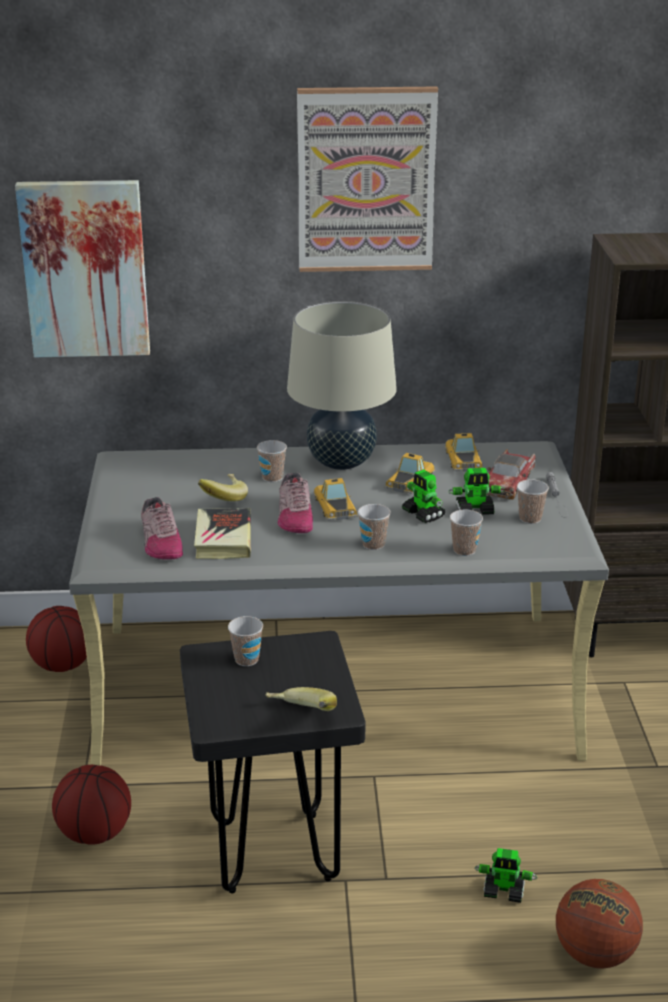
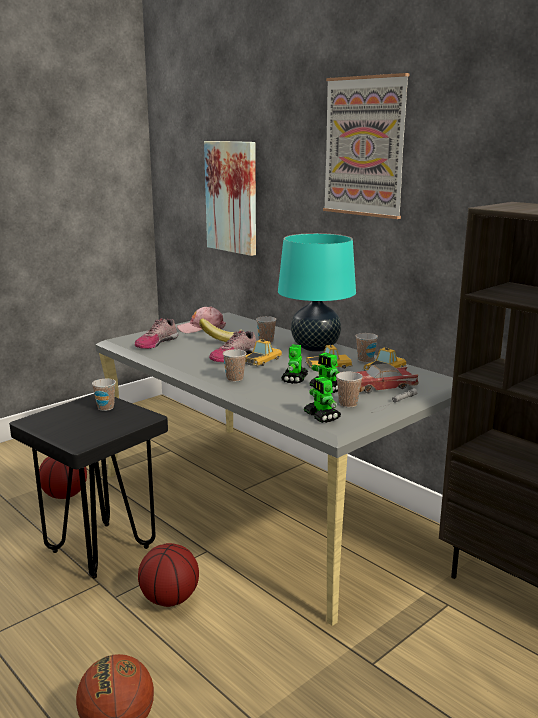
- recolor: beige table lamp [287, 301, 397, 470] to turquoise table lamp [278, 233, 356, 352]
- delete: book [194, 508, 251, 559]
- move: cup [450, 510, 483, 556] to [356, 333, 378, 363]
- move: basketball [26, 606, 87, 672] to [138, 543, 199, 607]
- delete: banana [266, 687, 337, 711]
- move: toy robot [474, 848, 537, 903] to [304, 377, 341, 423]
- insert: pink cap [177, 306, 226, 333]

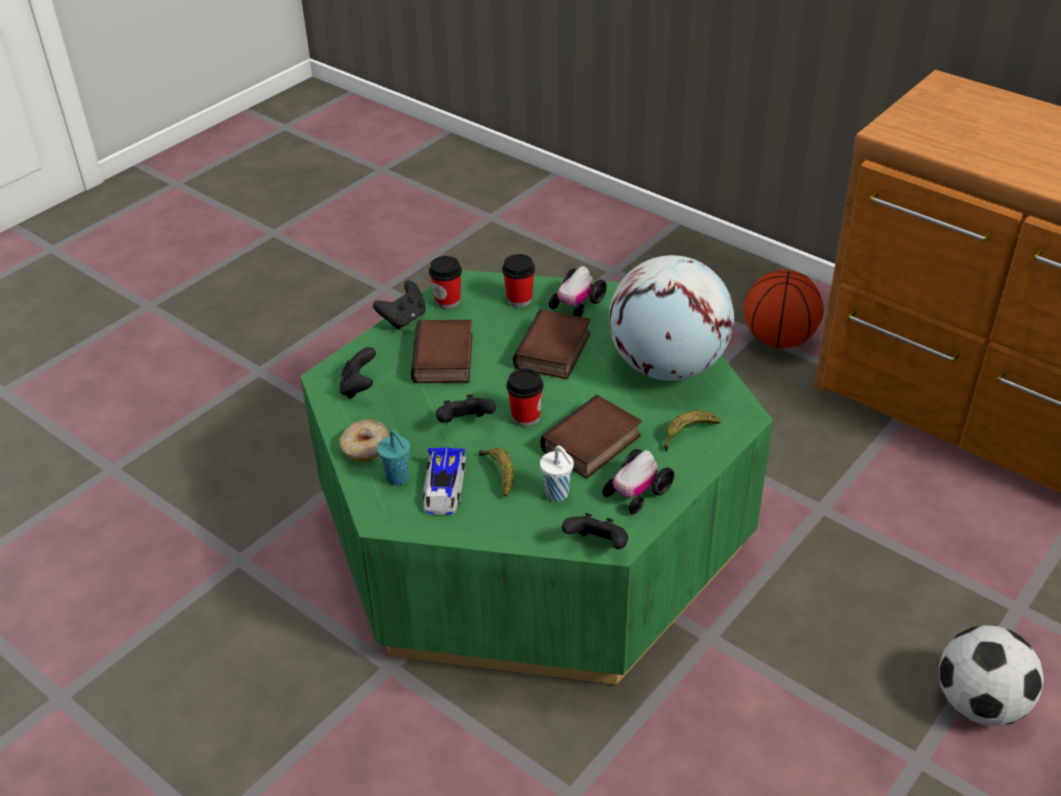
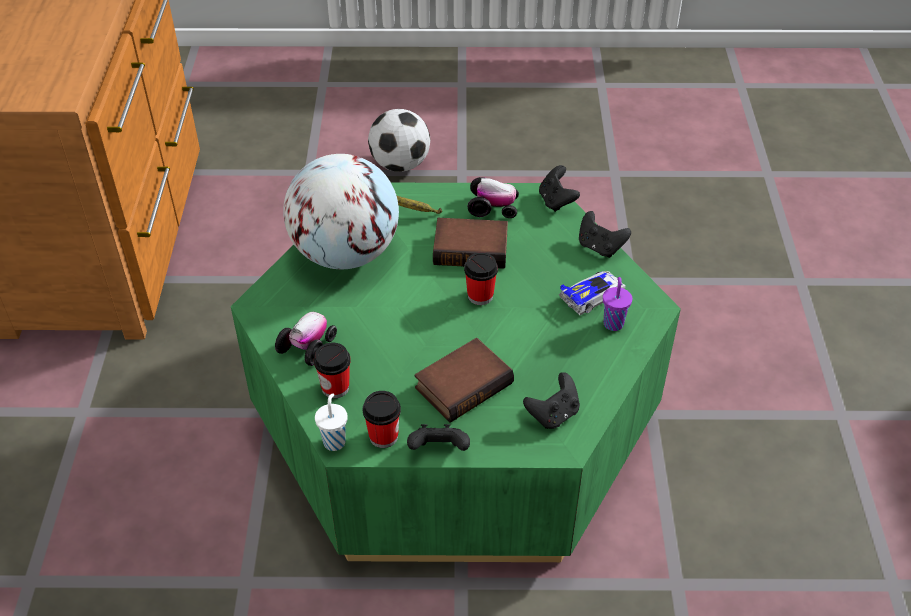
- rotate: toy car [549, 266, 607, 317] = [275, 312, 337, 366] 60 degrees counterclockwise
- delete: basketball [744, 270, 824, 348]
- delete: book [513, 309, 591, 379]
- move: black game controller [436, 394, 496, 422] to [579, 211, 631, 258]
- delete: donut [339, 419, 390, 462]
- recolor: turquoise cup [377, 430, 410, 485] to purple cup [603, 277, 632, 331]
- move: white cup [540, 446, 574, 502] to [315, 393, 347, 451]
- delete: banana [479, 448, 514, 497]

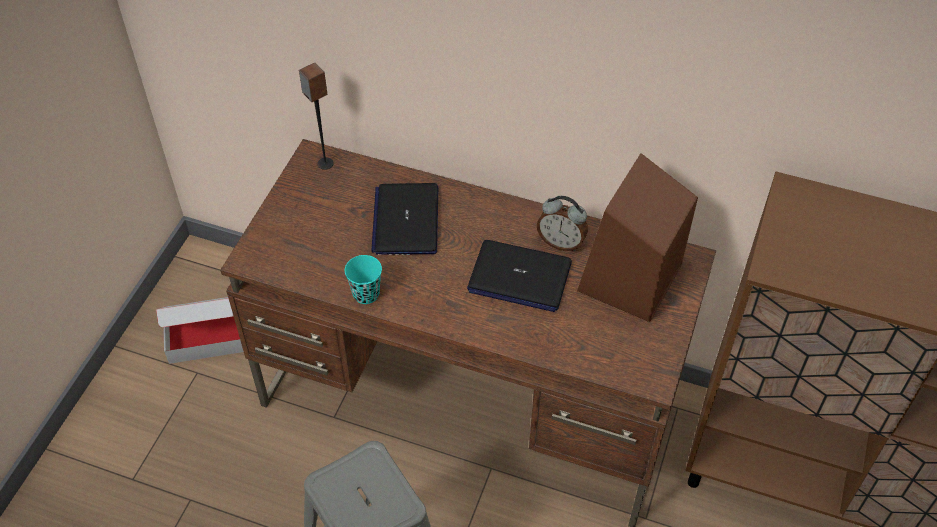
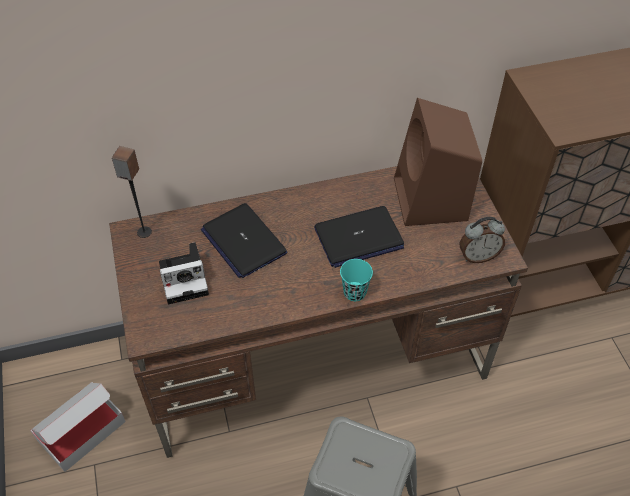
- move: alarm clock [537, 196, 588, 251] to [460, 217, 505, 263]
- move: turquoise cup [345, 255, 382, 304] to [340, 259, 373, 301]
- insert: photo camera [159, 242, 209, 304]

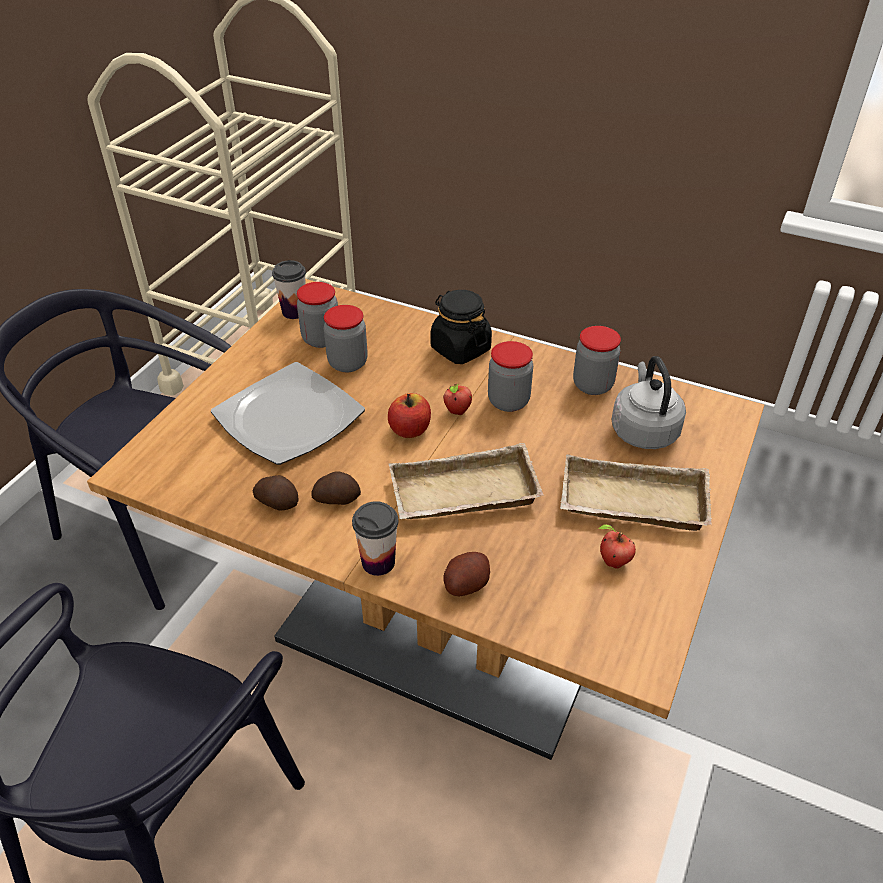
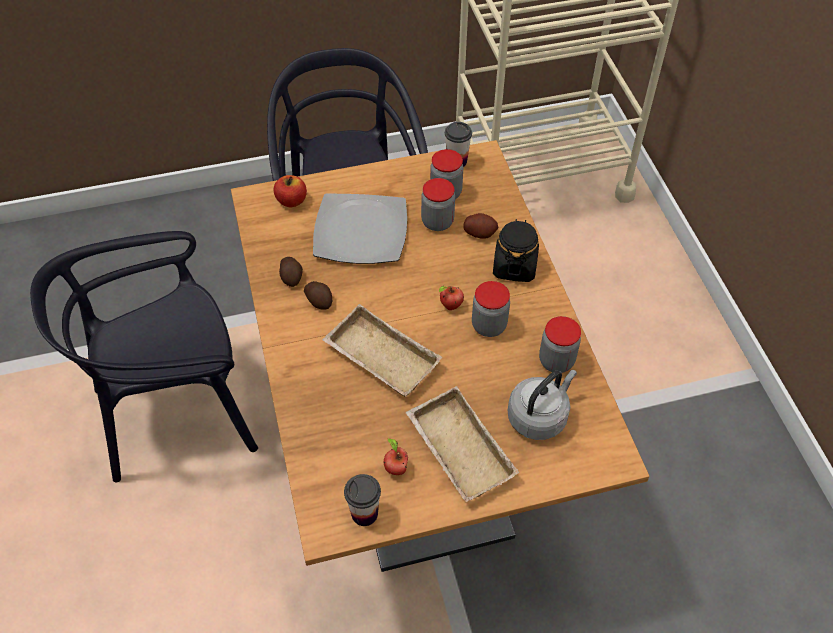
- move: apple [388, 393, 431, 438] to [274, 175, 307, 207]
- move: cup [352, 501, 398, 576] to [344, 474, 381, 526]
- move: potato [443, 552, 490, 597] to [463, 213, 498, 239]

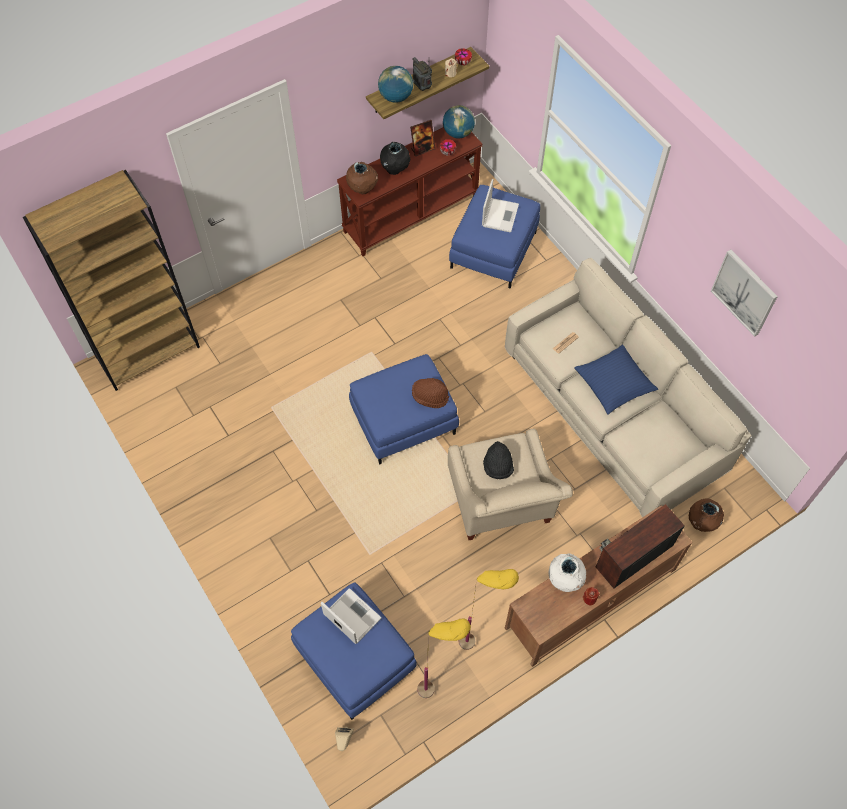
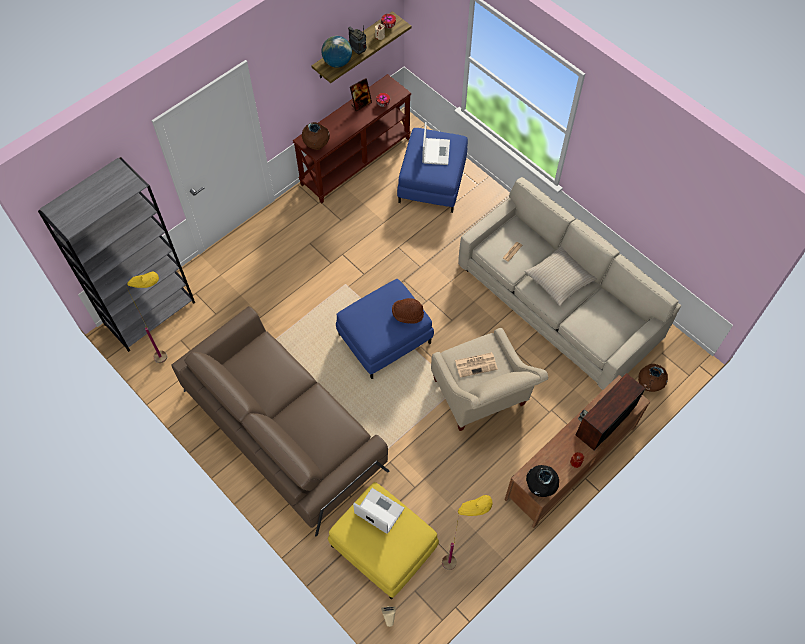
- delete: globe [443, 105, 475, 138]
- move: black vase [380, 142, 410, 175] to [526, 465, 559, 497]
- recolor: brown bookcase [23, 170, 200, 391] to grey bookcase [38, 157, 195, 352]
- delete: picture [711, 250, 778, 337]
- recolor: blue pillow [574, 344, 658, 415] to beige pillow [524, 246, 597, 306]
- replace: black hat [483, 441, 514, 479] to newspaper [455, 352, 498, 378]
- delete: white vase [548, 553, 586, 592]
- move: yellow floor lamp [459, 569, 519, 650] to [126, 272, 167, 363]
- recolor: blue ottoman [291, 582, 417, 720] to yellow ottoman [328, 482, 439, 599]
- insert: brown sofa [171, 306, 389, 536]

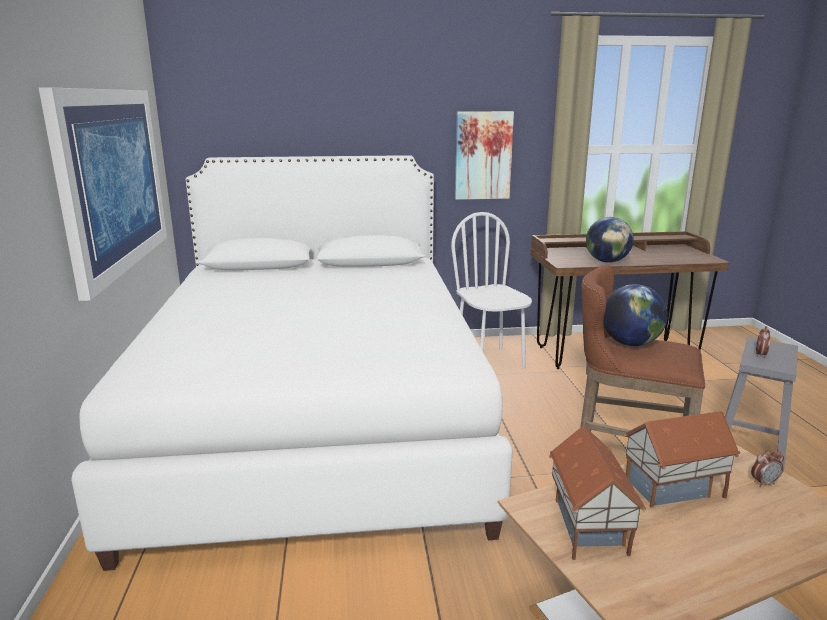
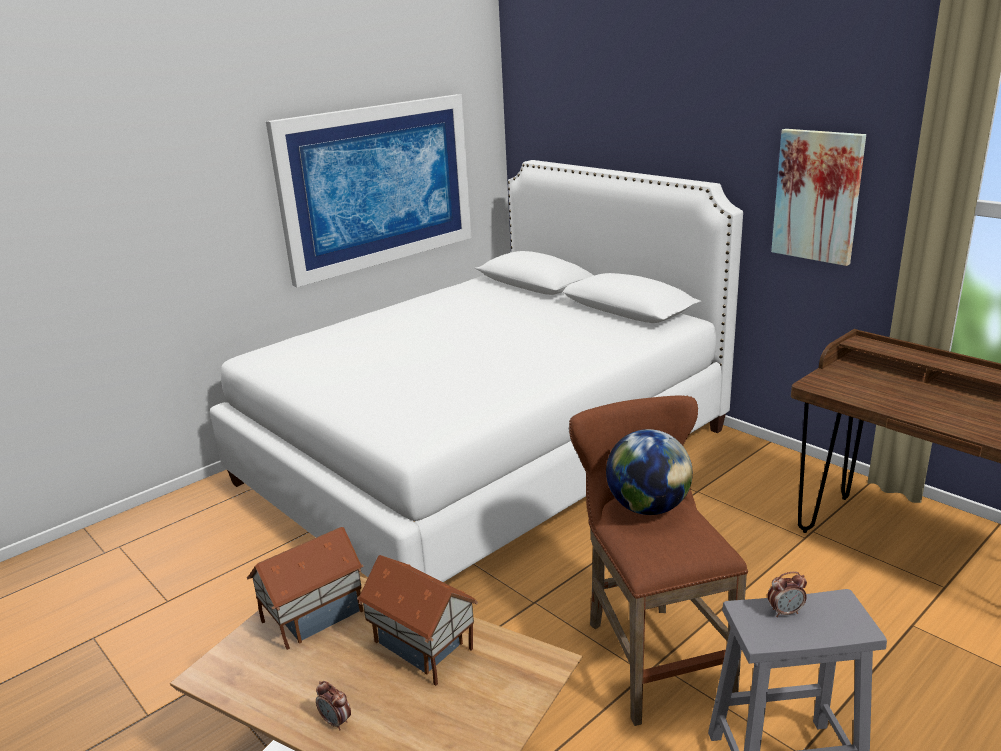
- delete: white chair [451, 212, 532, 369]
- delete: globe [586, 217, 634, 263]
- move: alarm clock [751, 448, 784, 487] to [316, 681, 351, 730]

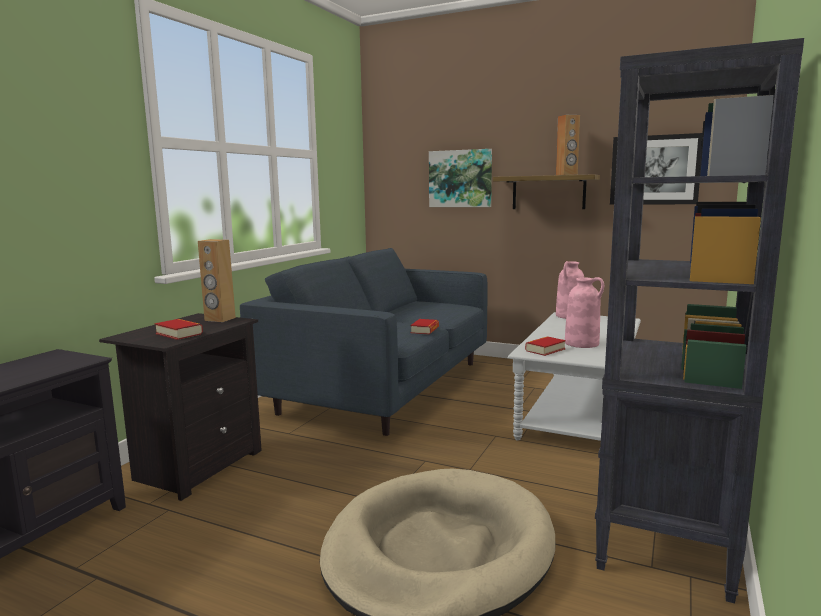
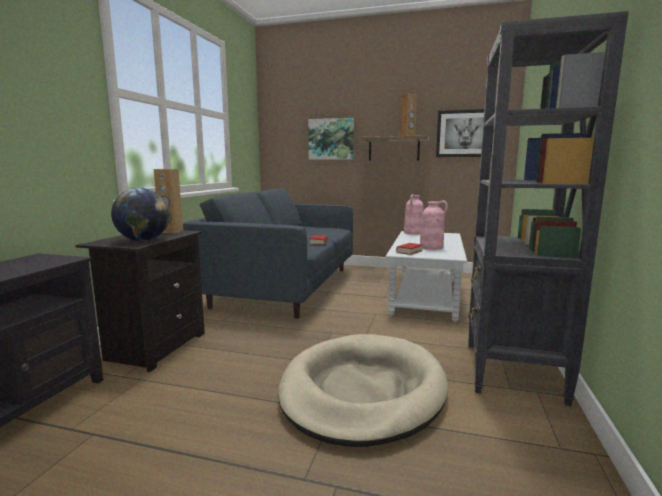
- replace: book [155, 319, 203, 340] to globe [111, 188, 170, 241]

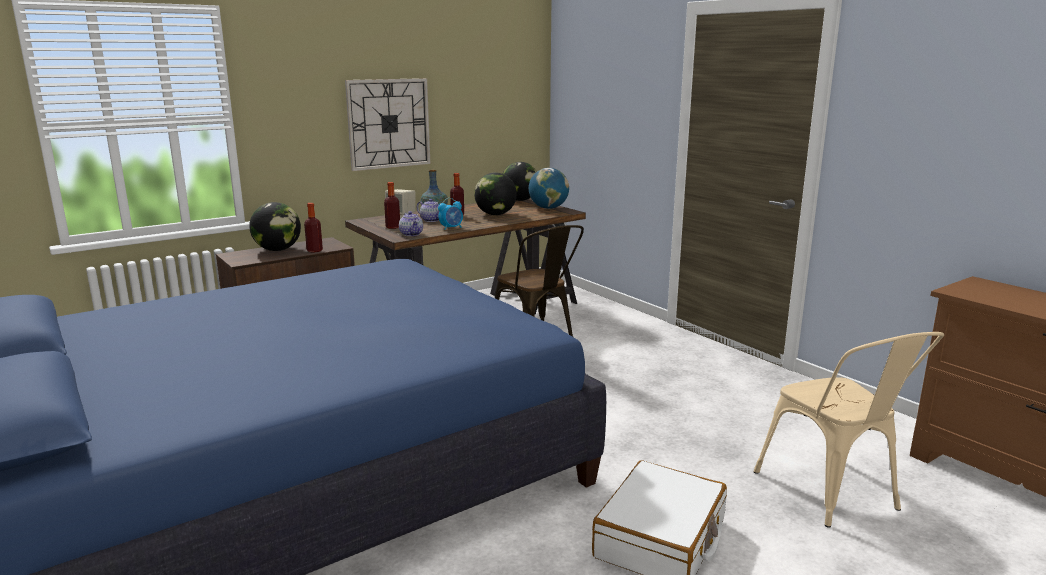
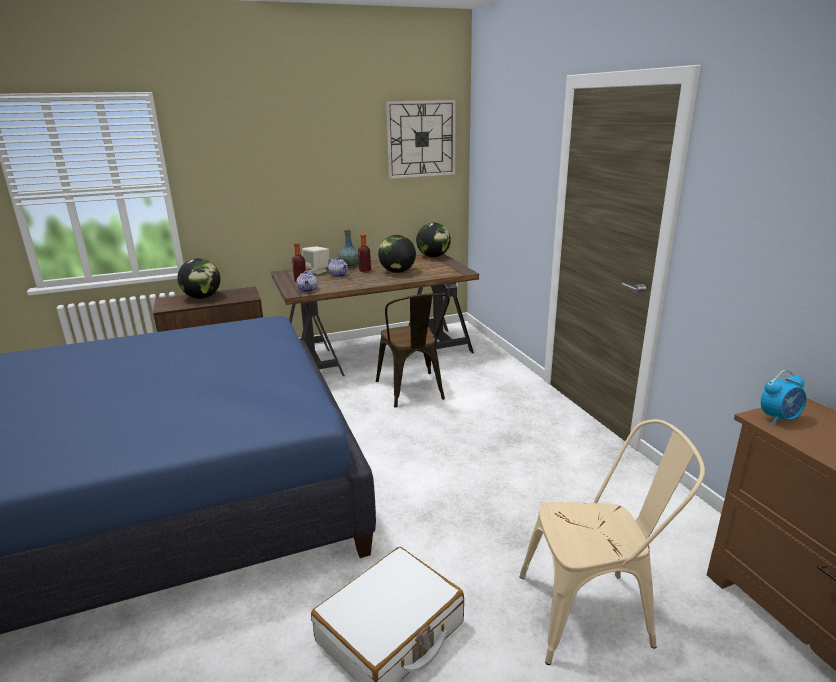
- move: wall clock [345, 78, 430, 171] to [386, 100, 456, 179]
- delete: globe [529, 168, 569, 209]
- move: alarm clock [438, 198, 463, 230] to [761, 370, 806, 425]
- delete: bottle [304, 203, 323, 253]
- rotate: beige chair [753, 332, 944, 528] = [519, 419, 705, 665] 90 degrees counterclockwise

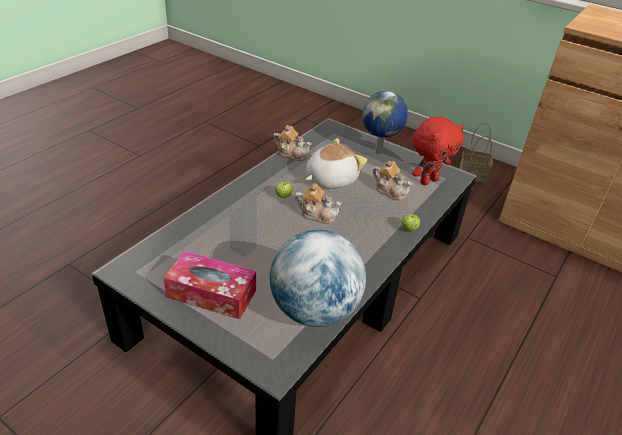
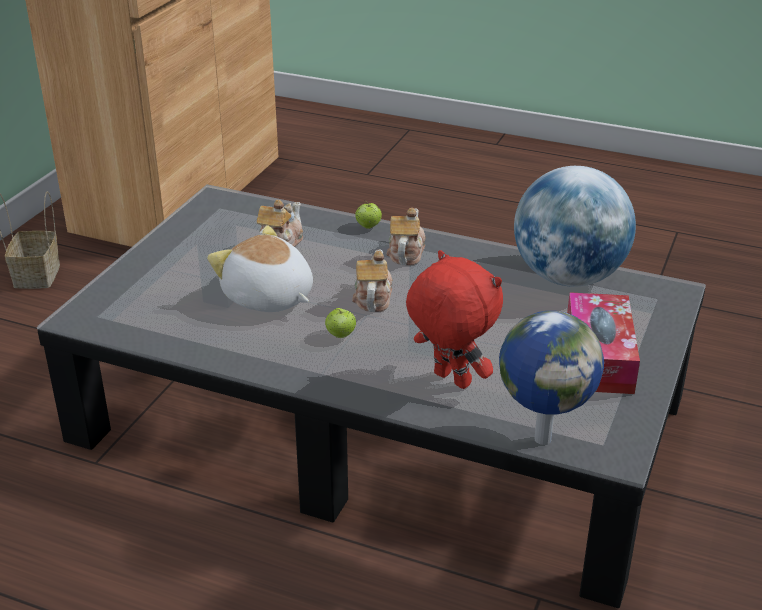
- move: globe [362, 91, 408, 154] to [499, 311, 604, 445]
- move: red plush toy [412, 117, 464, 185] to [406, 250, 503, 389]
- move: teapot [273, 125, 312, 161] to [386, 208, 426, 266]

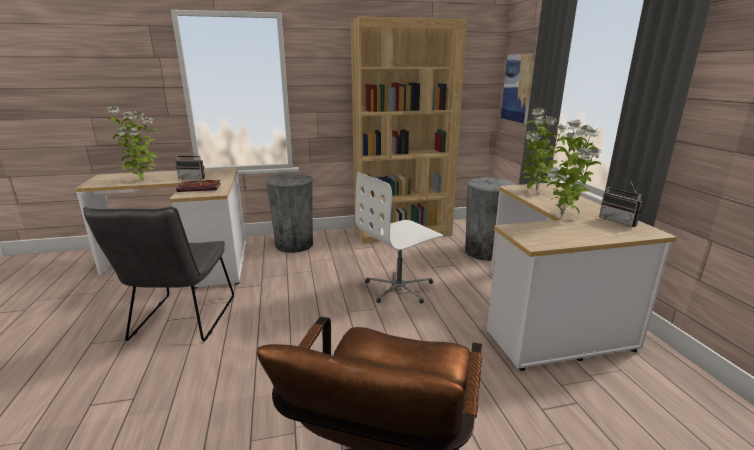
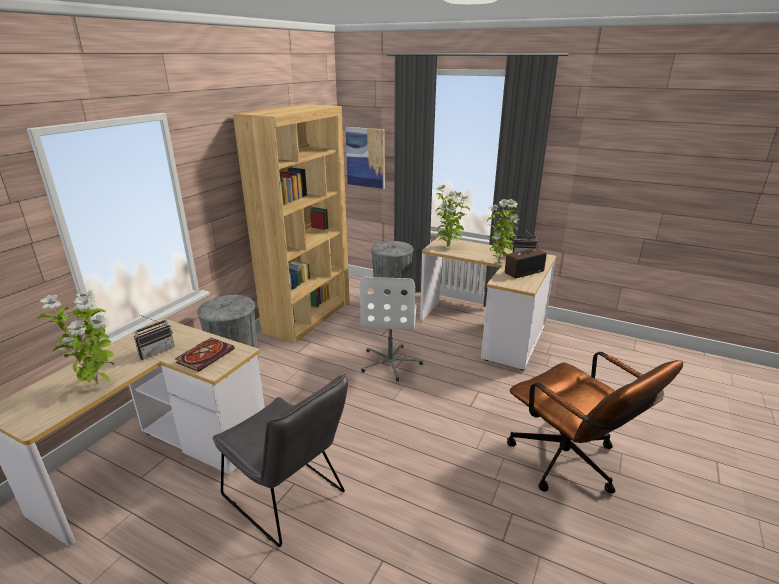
- insert: radio [505, 248, 547, 278]

